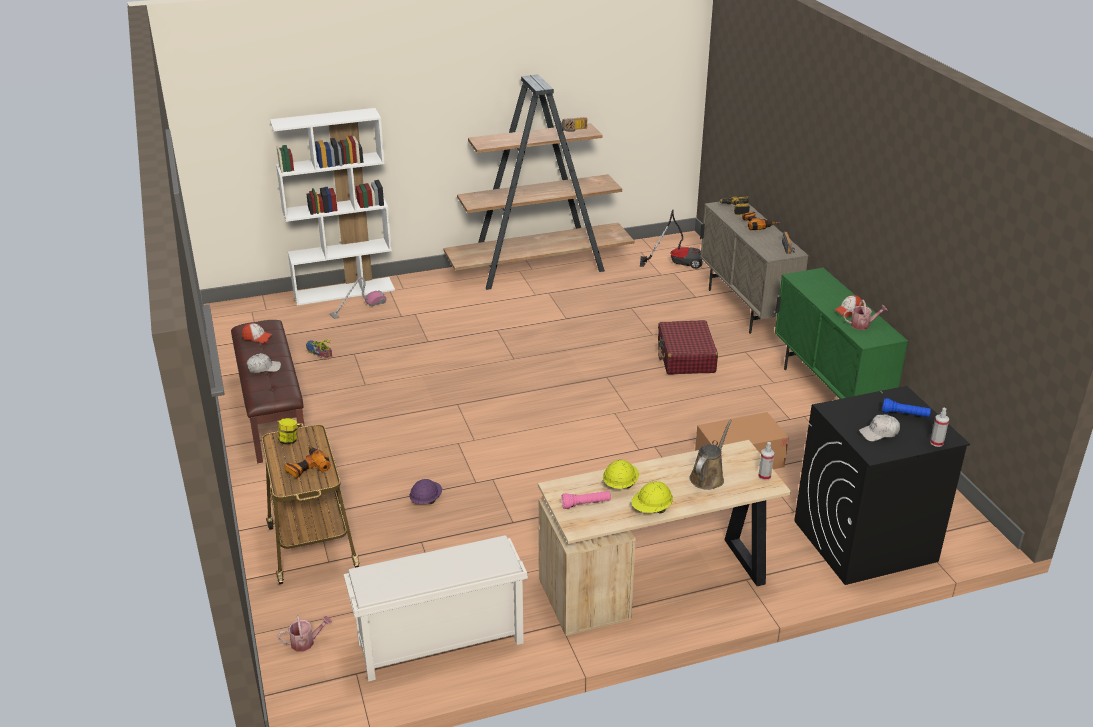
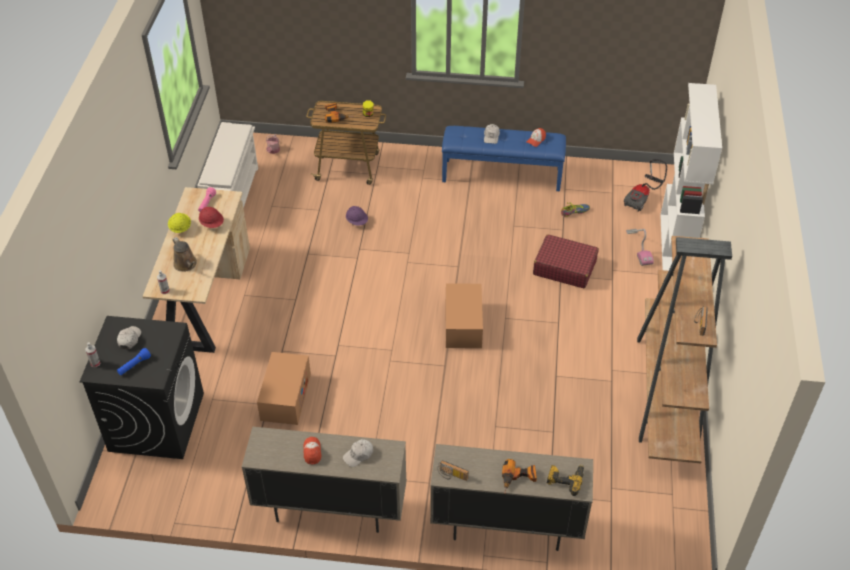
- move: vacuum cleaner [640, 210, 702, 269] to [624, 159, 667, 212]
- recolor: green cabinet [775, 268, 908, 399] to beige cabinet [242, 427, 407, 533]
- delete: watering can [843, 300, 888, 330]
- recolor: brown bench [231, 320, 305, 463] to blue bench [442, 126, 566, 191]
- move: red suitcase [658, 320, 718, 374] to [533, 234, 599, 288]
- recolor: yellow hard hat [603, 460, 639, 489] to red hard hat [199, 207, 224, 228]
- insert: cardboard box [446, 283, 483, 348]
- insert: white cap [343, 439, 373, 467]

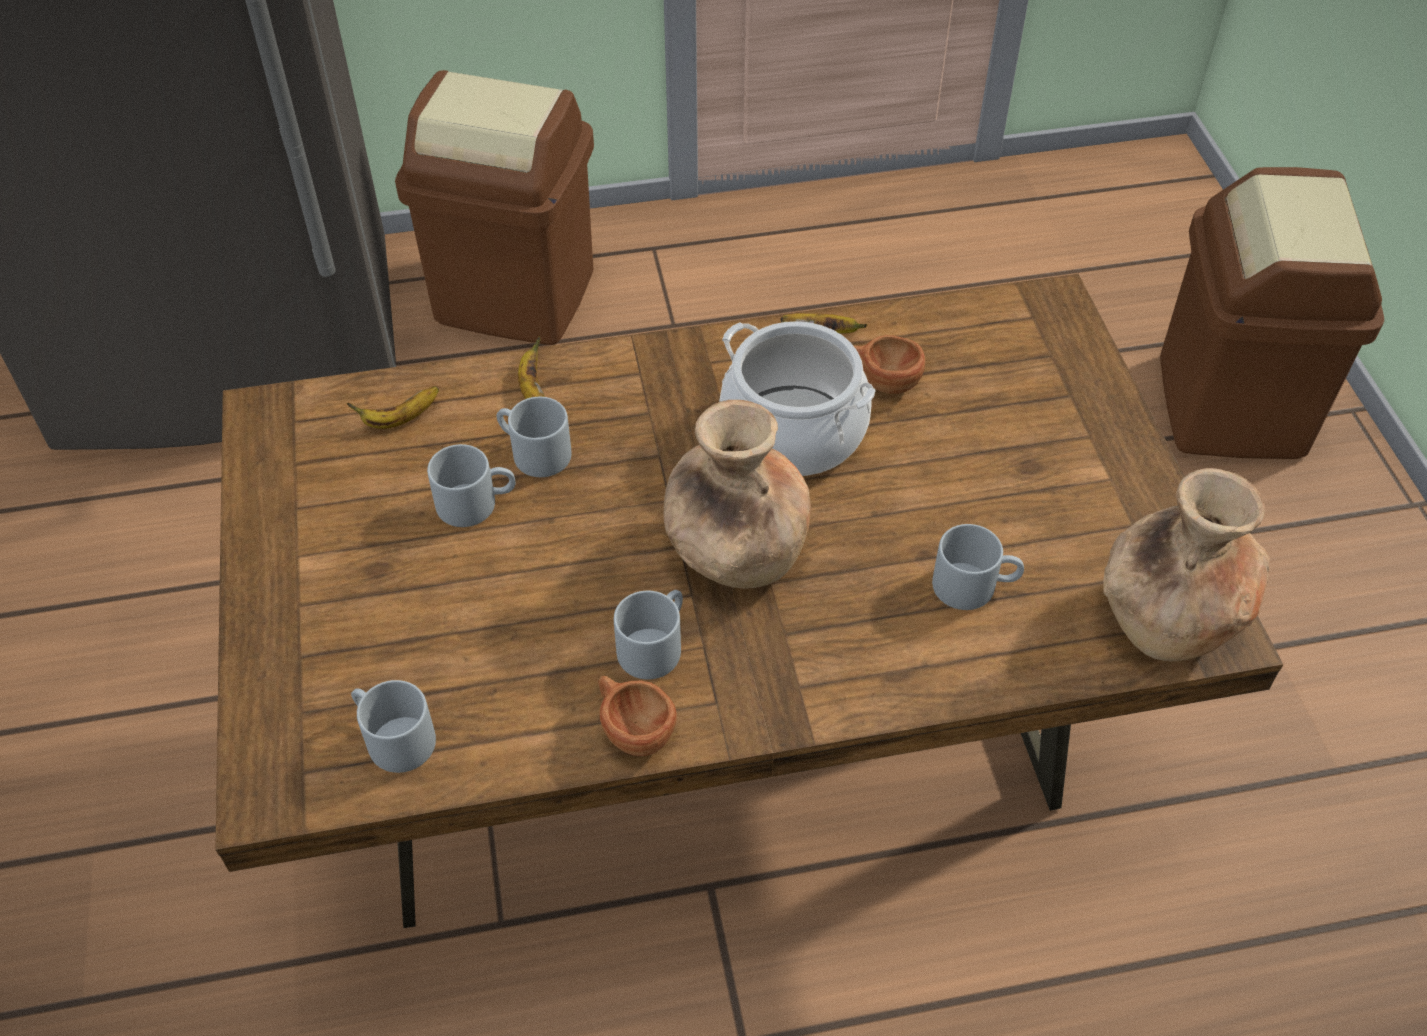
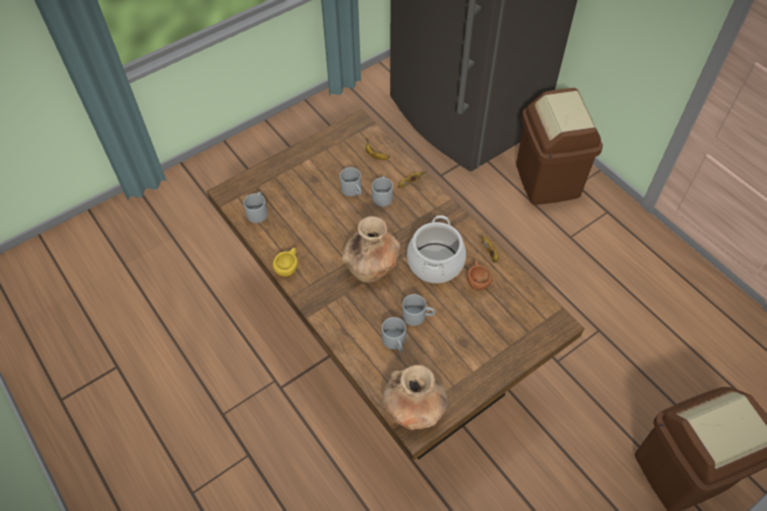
- move: grey mug [614, 590, 683, 679] to [402, 294, 435, 326]
- recolor: brown cup [598, 676, 677, 756] to yellow cup [273, 248, 298, 277]

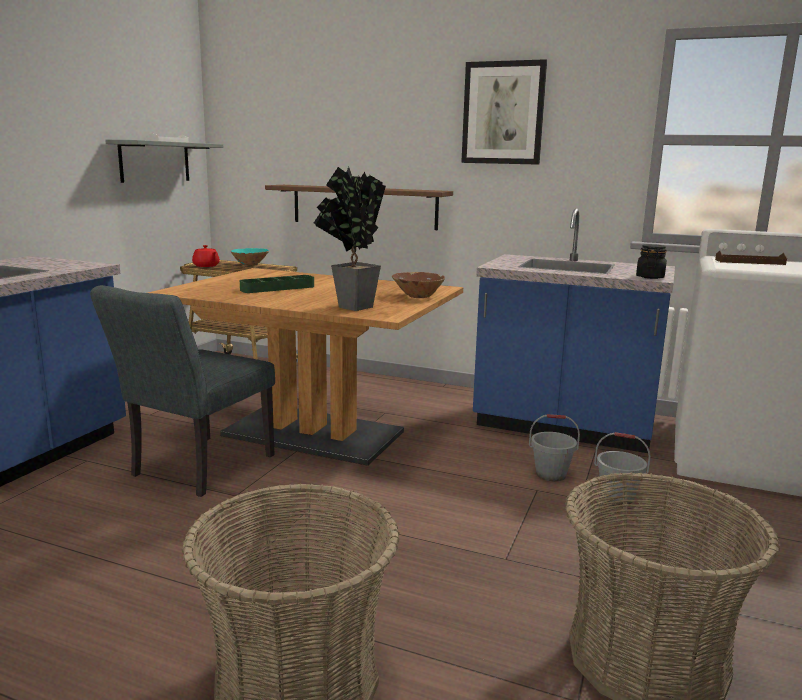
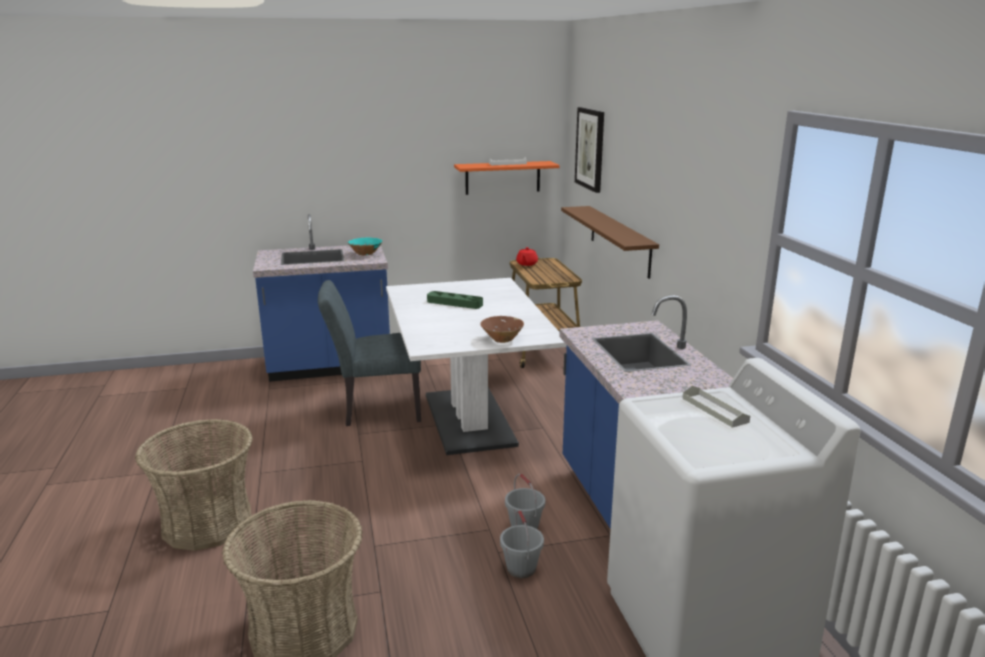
- move: picture [461, 59, 547, 165] to [575, 107, 604, 193]
- recolor: grey shelf [105, 140, 223, 183] to orange shelf [454, 161, 560, 195]
- delete: potted plant [314, 167, 386, 311]
- delete: black jar [636, 244, 667, 279]
- move: turquoise bowl [231, 248, 269, 266] to [348, 238, 383, 255]
- recolor: brown tray [715, 251, 787, 265] to grey tray [682, 386, 750, 428]
- recolor: brown dining table [148, 268, 463, 466] to white dining table [386, 278, 567, 455]

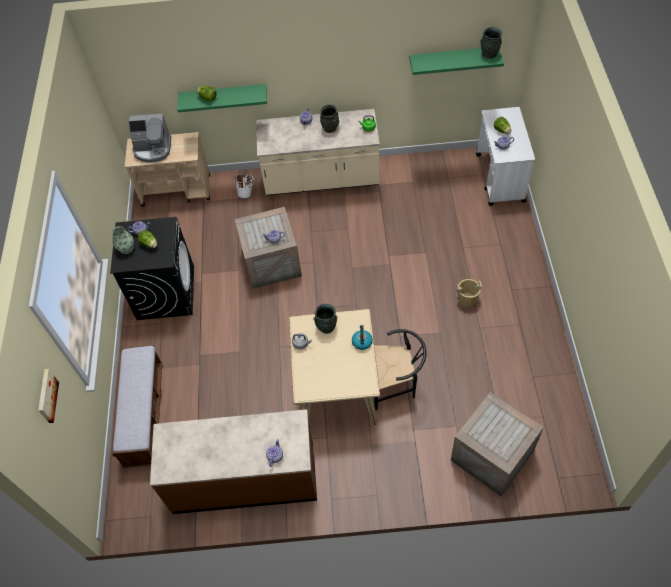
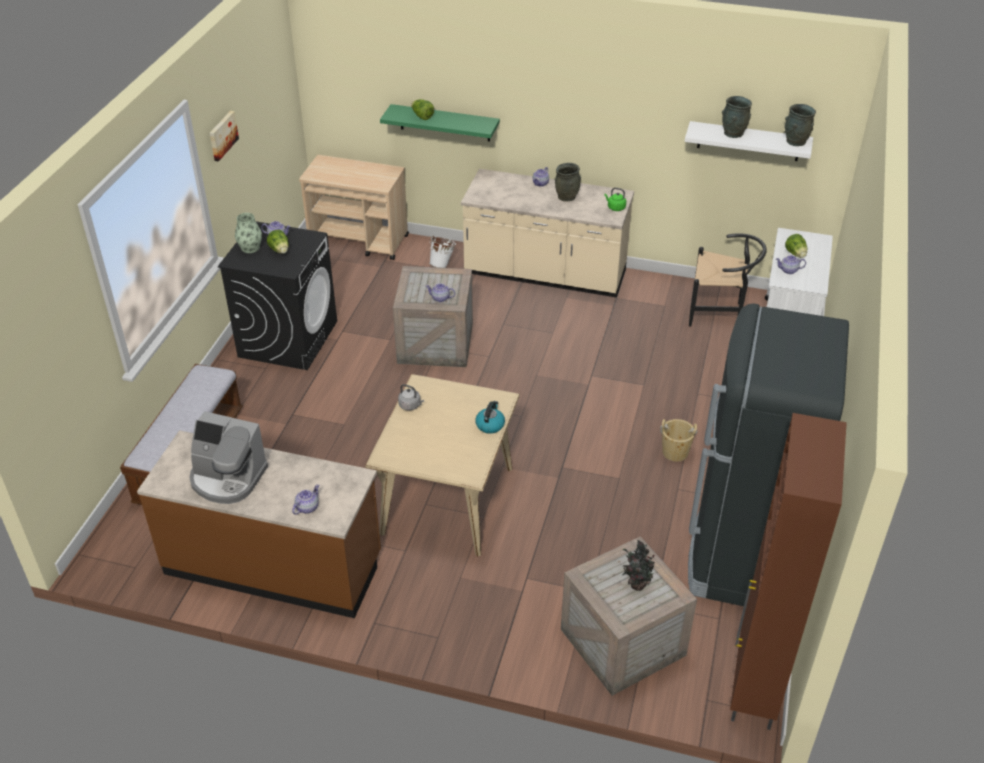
- recolor: green shelf [409, 48, 504, 75] to white shelf [685, 121, 813, 161]
- move: coffee machine [128, 114, 171, 163] to [189, 411, 268, 504]
- move: grey vase [313, 304, 337, 334] to [722, 96, 752, 138]
- move: black chair [374, 329, 427, 410] to [689, 233, 767, 327]
- move: picture [38, 369, 59, 423] to [210, 111, 239, 162]
- insert: black fridge [688, 303, 849, 606]
- insert: brown cabinet [730, 413, 847, 730]
- insert: potted plant [623, 540, 658, 591]

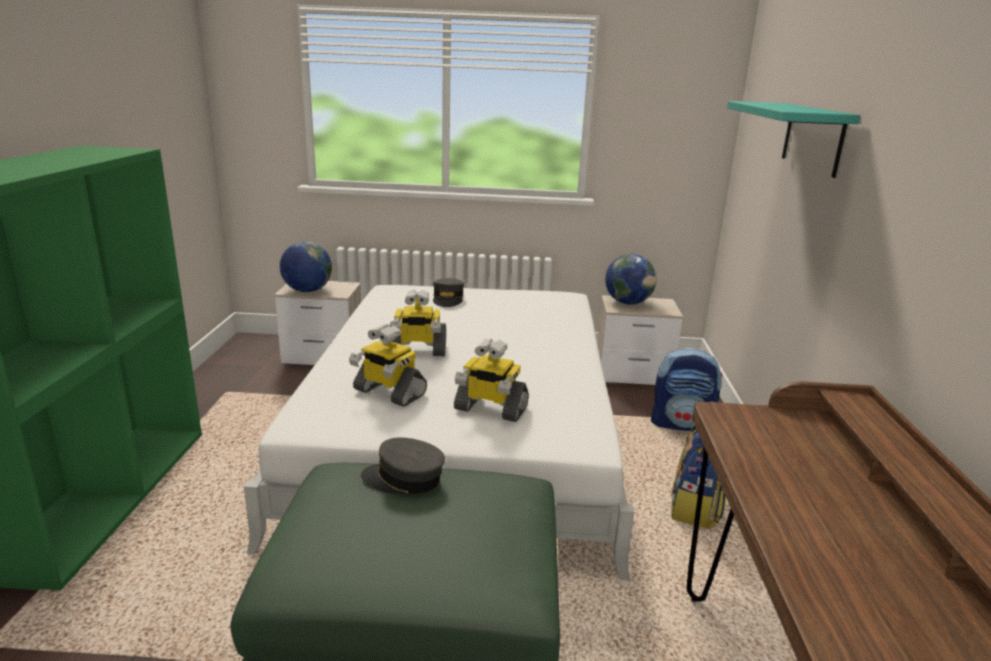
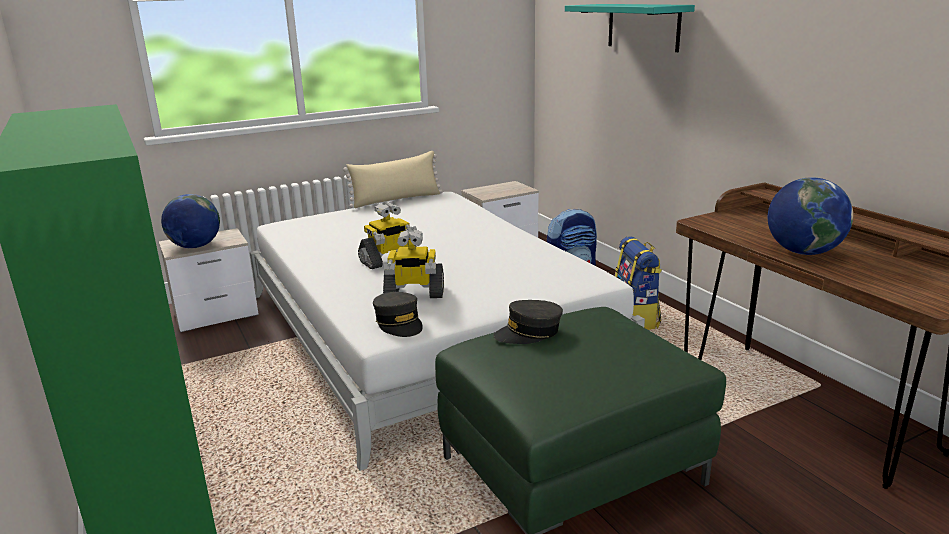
- move: globe [605, 254, 657, 305] to [768, 177, 853, 255]
- move: grey cap [433, 278, 464, 307] to [373, 292, 423, 337]
- delete: toy robot [454, 339, 529, 422]
- insert: beige pillow [343, 151, 443, 208]

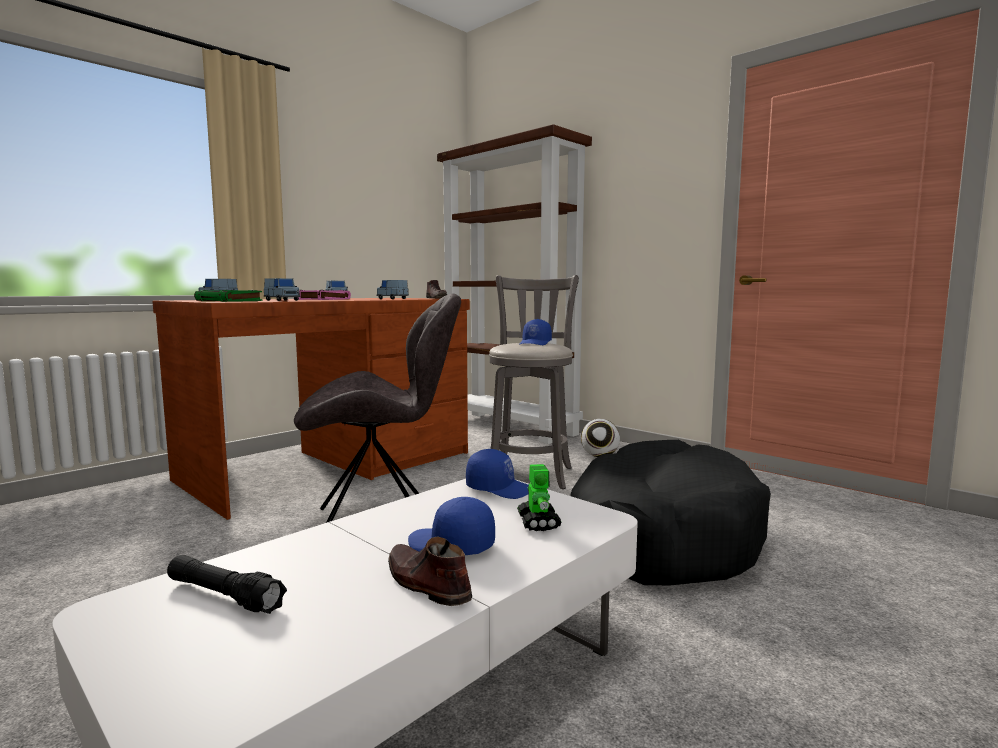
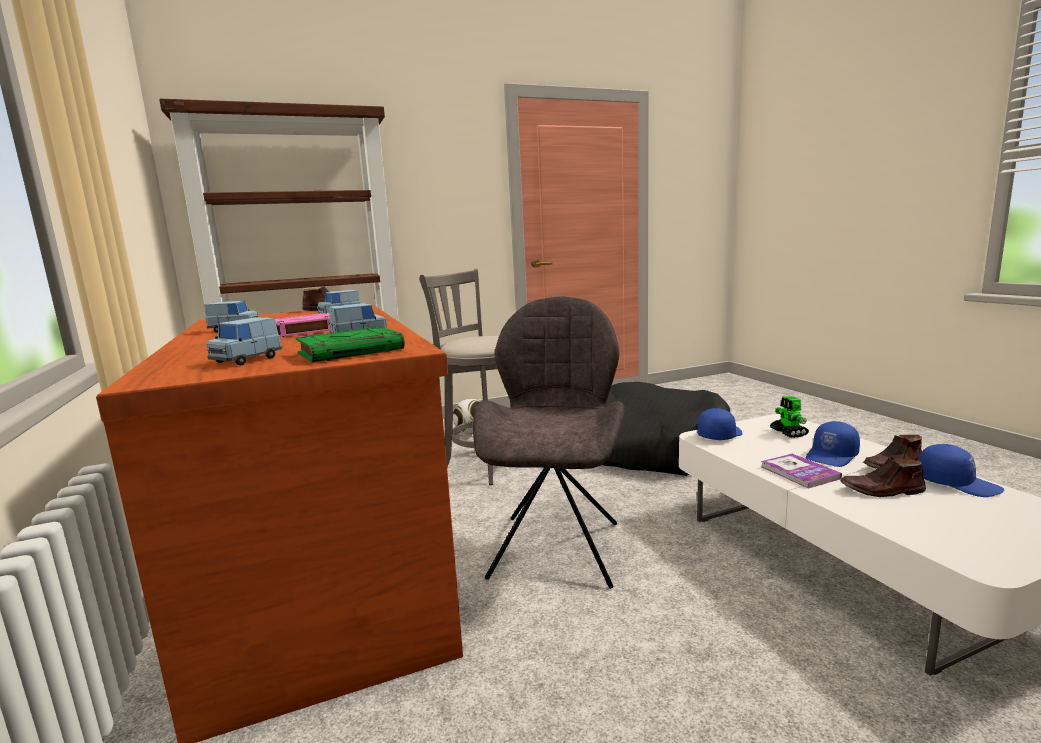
- move: blue cap [519, 319, 552, 345] to [918, 444, 1004, 497]
- rotate: toy robot [517, 464, 562, 531] = [770, 396, 809, 438] 120 degrees counterclockwise
- delete: black flashlight [167, 555, 287, 614]
- insert: book [761, 454, 842, 488]
- insert: brown shoe [840, 457, 926, 497]

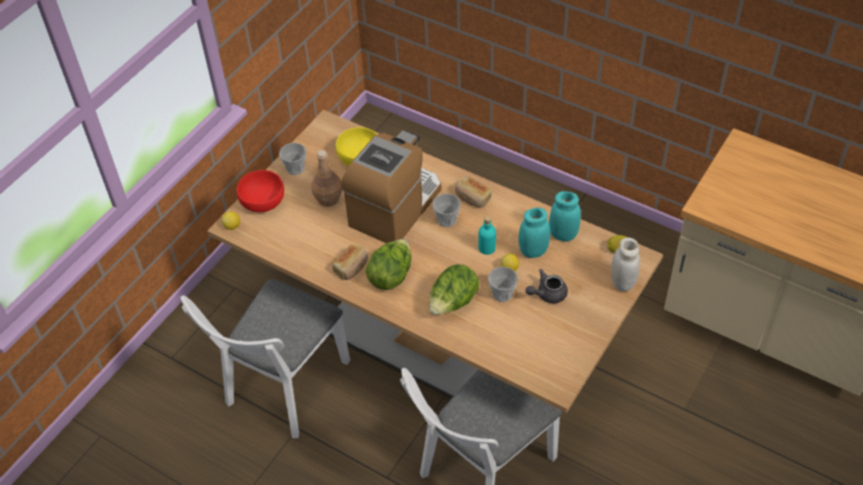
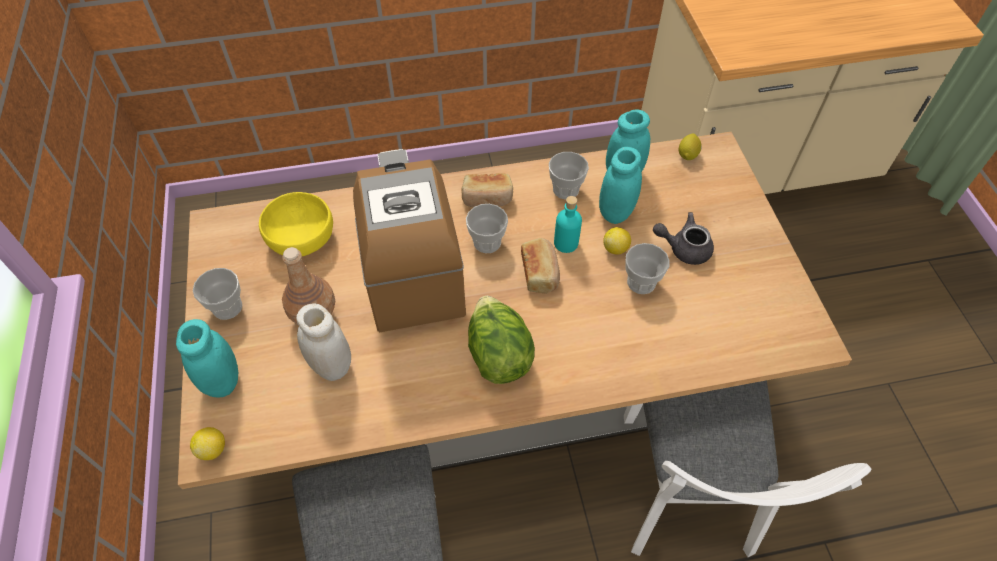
- replace: red bowl [237, 170, 284, 212] to turquoise jar [176, 319, 238, 398]
- move: white jar [611, 237, 640, 291] to [296, 303, 351, 381]
- move: bread [332, 244, 368, 280] to [521, 238, 560, 294]
- delete: lettuce [429, 264, 479, 315]
- rotate: grey teapot [525, 269, 568, 303] = [653, 212, 714, 265] 75 degrees clockwise
- insert: cup [549, 152, 589, 199]

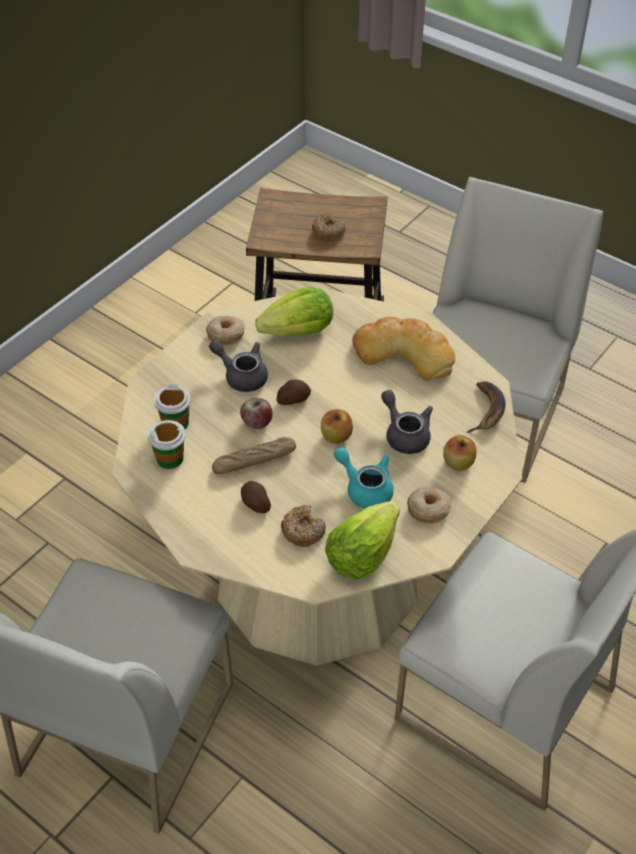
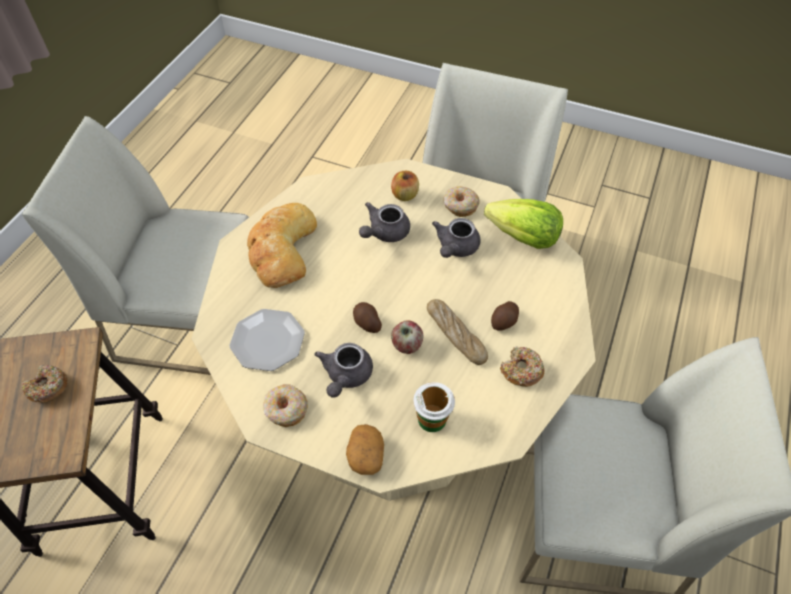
- replace: lettuce [255, 287, 333, 336] to plate [229, 309, 305, 371]
- delete: banana [466, 381, 505, 433]
- delete: apple [321, 409, 353, 444]
- delete: cup [148, 420, 186, 469]
- recolor: turquoise teapot [334, 447, 394, 509] to grey teapot [432, 218, 480, 258]
- move: donut [281, 505, 326, 547] to [500, 346, 545, 387]
- insert: potato [346, 424, 384, 475]

